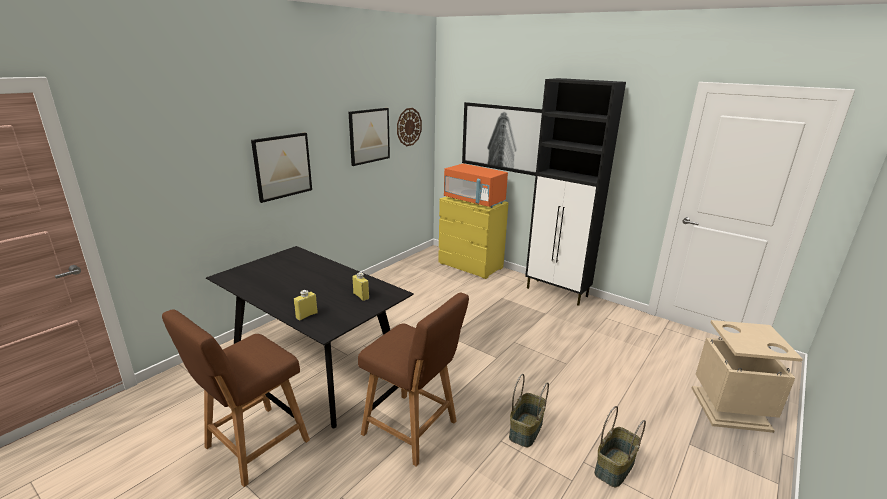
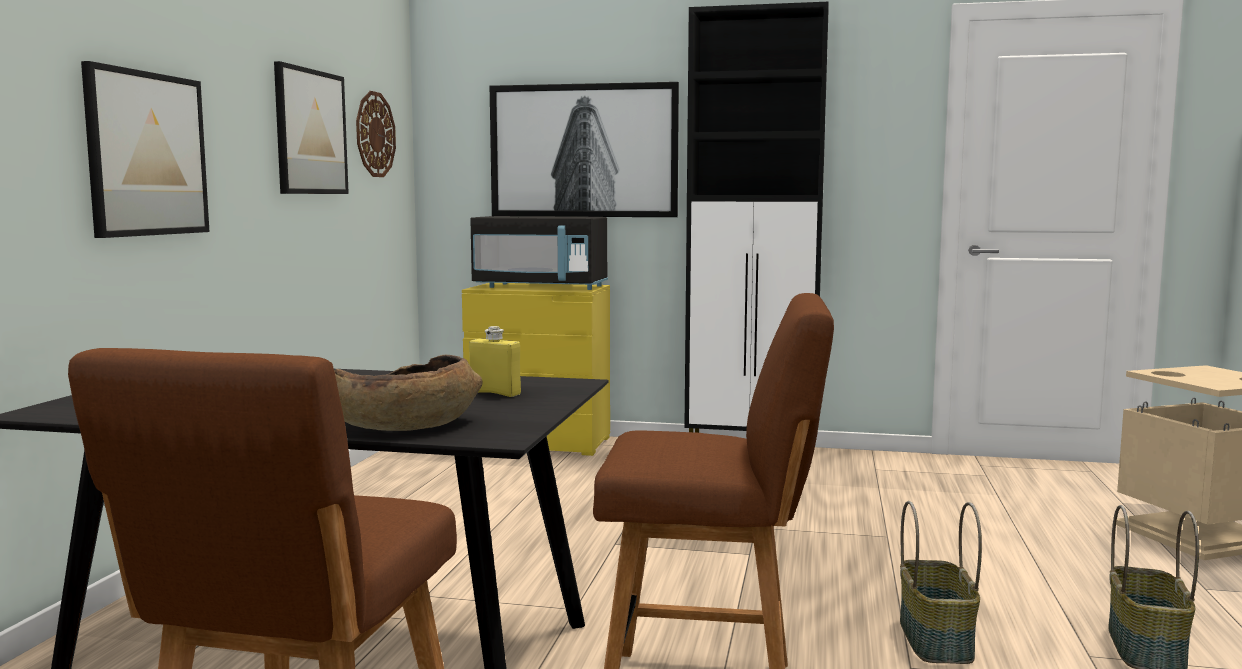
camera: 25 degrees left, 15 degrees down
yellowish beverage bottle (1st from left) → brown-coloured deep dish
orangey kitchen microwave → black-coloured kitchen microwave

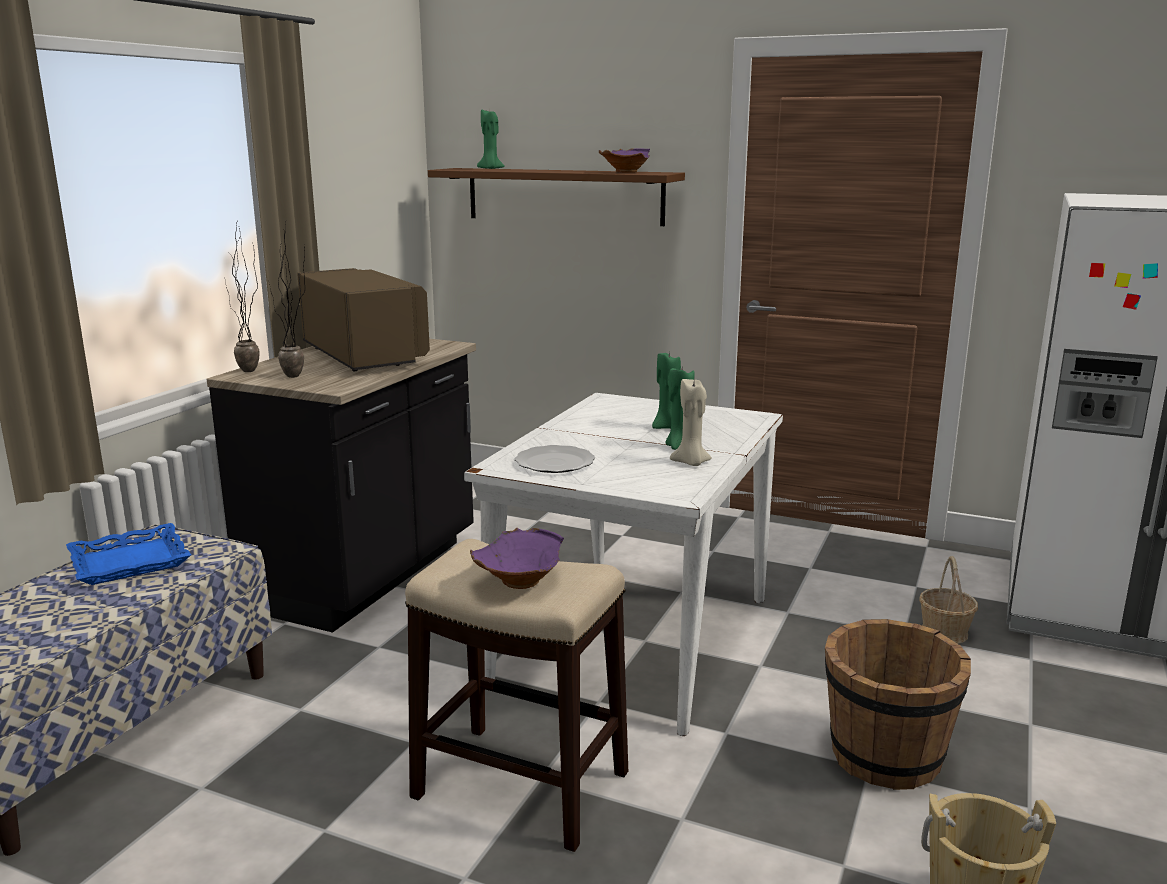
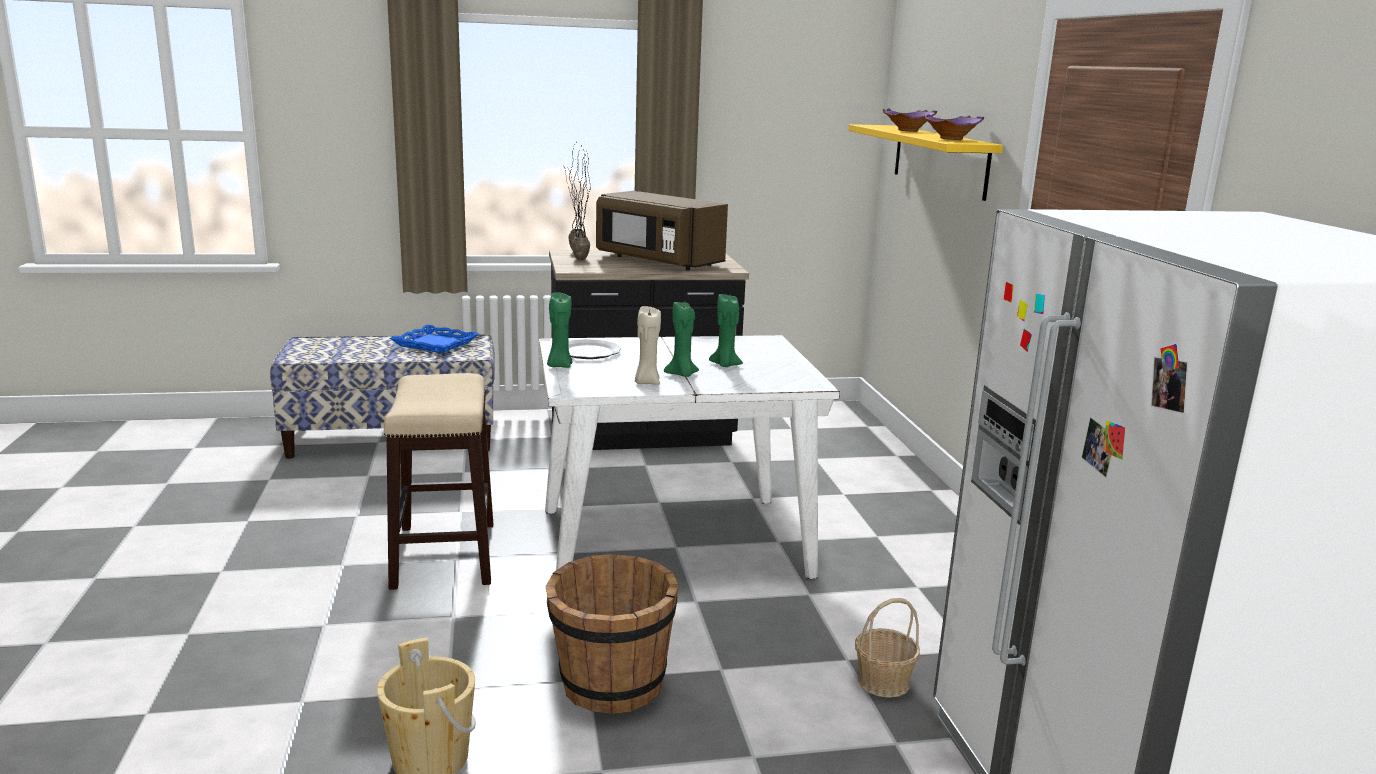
camera: 55 degrees right, 0 degrees up
purple deep dish (1st from left), move
green wax light (1st from left), move
brown-coloured wall shelf → yellowish wall shelf
brown-coloured kitchen microwave, 105 degrees clockwise

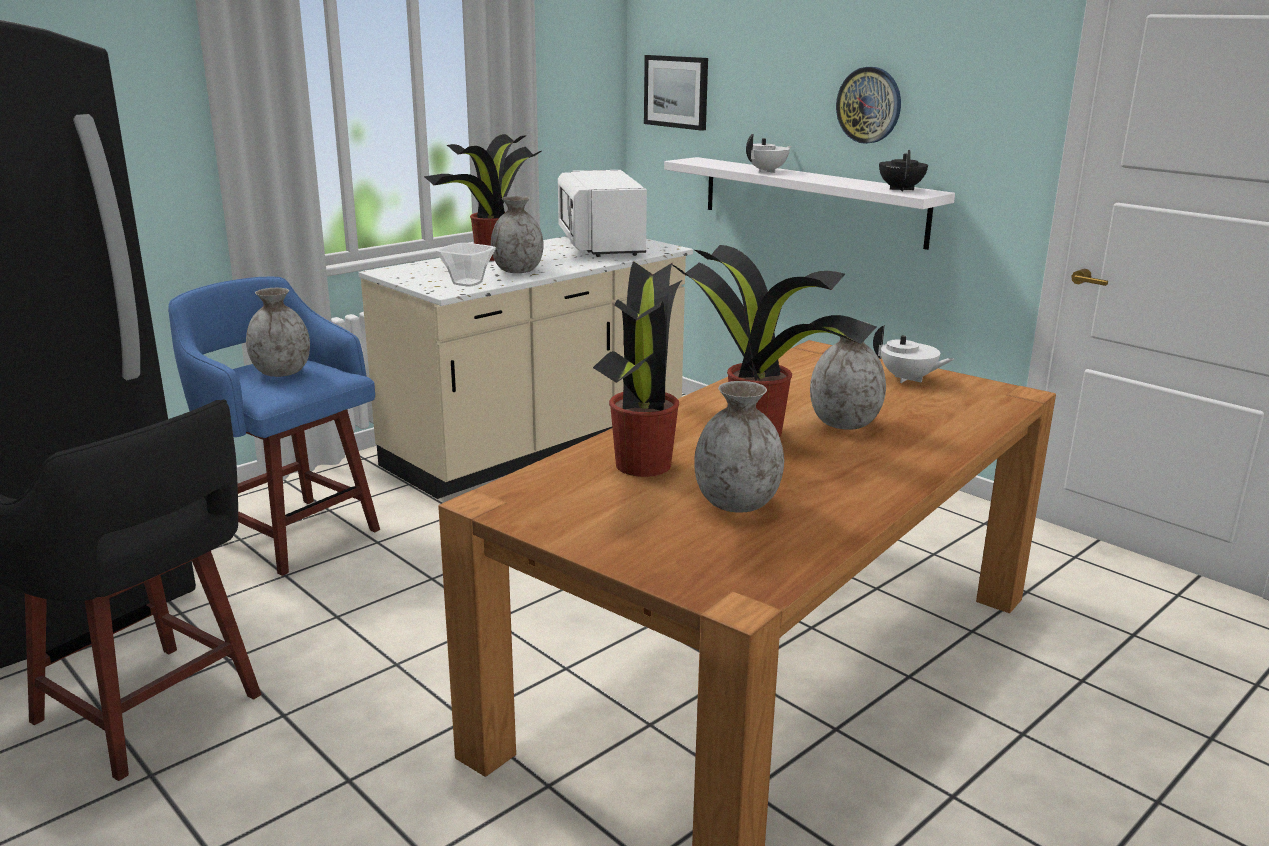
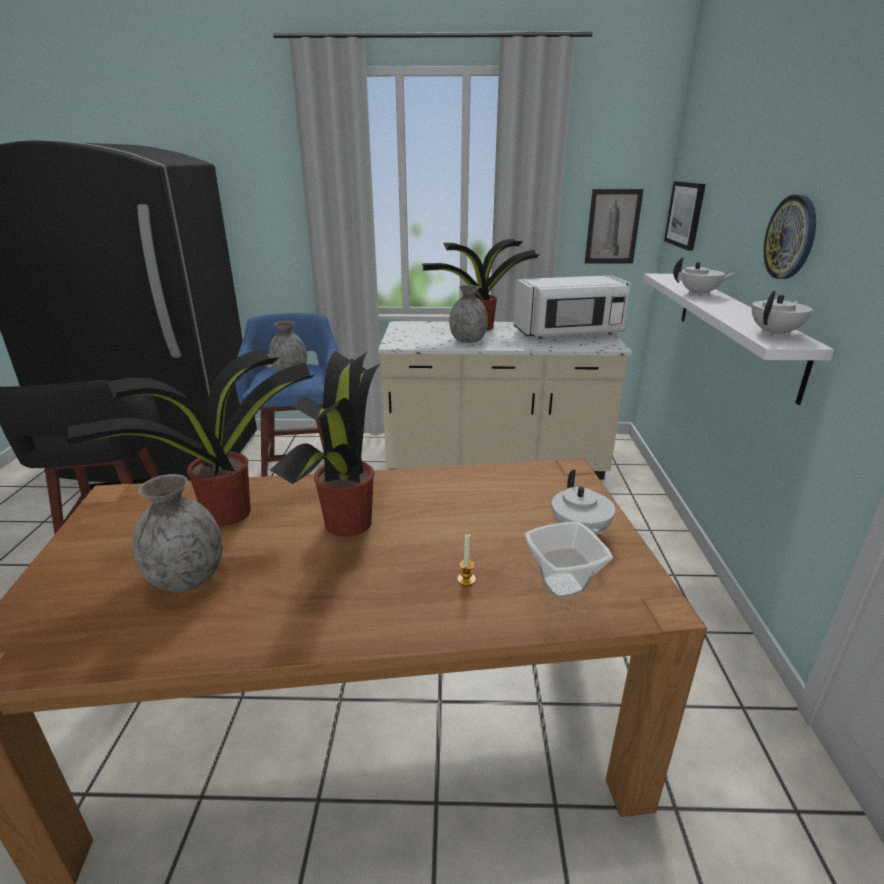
camera: 45 degrees right, 5 degrees up
grey flower vase (4th from left) → -
- → wax light
- → wall art (1st from left)
deep dish, move
black-coloured tea pot → white tea pot (3rd from left)
white kitchen microwave, 135 degrees counterclockwise

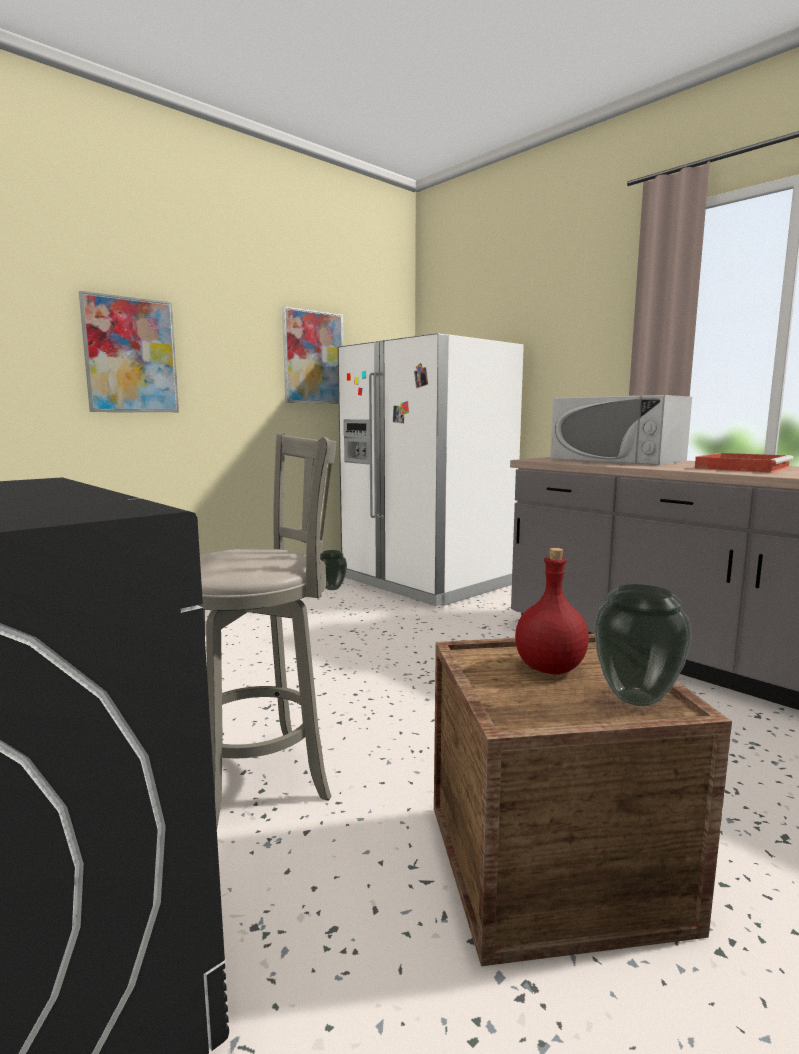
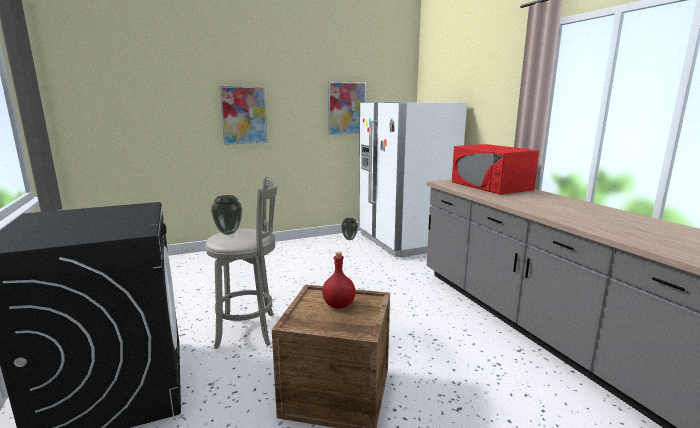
camera: 20 degrees right, 5 degrees up
red-coloured tray → -
flower vase (2nd from left in the first image) → flower vase (1st from left), move
white kitchen microwave → red-coloured kitchen microwave

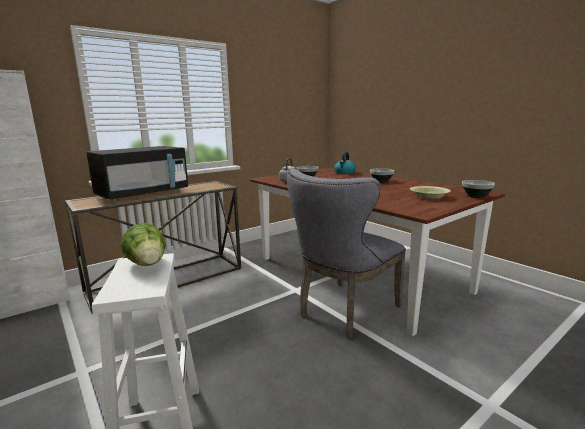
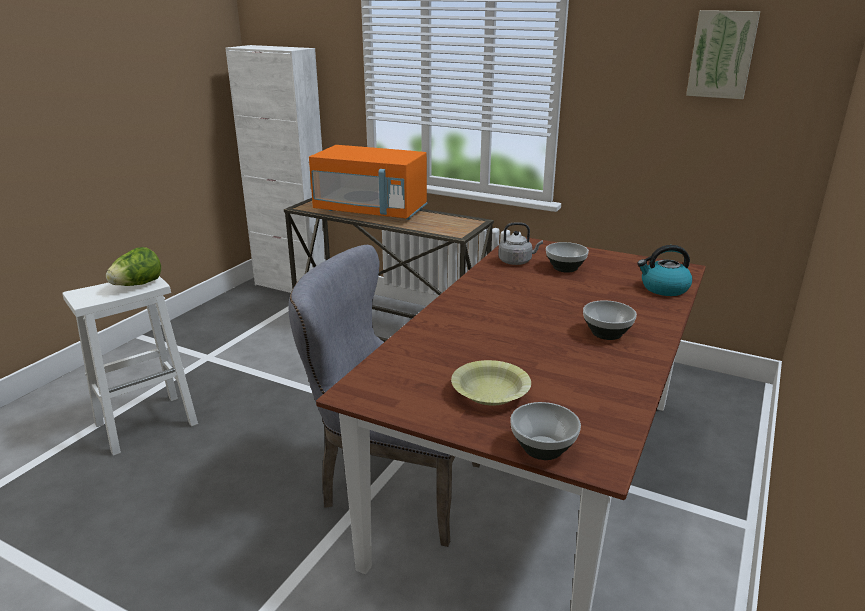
camera: 65 degrees right, 10 degrees up
- → wall art
black-coloured kitchen microwave → orangey kitchen microwave

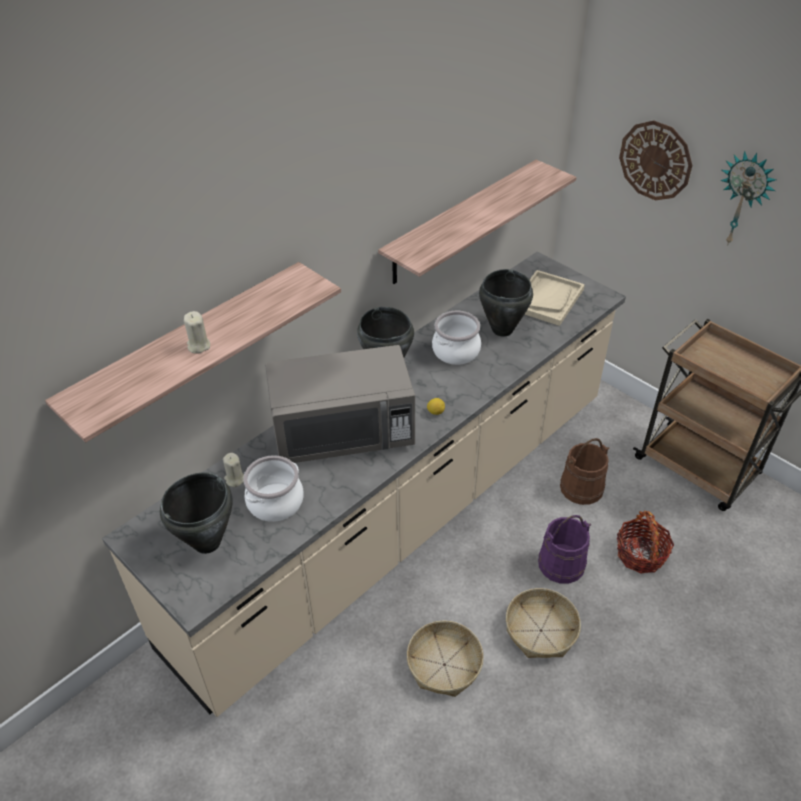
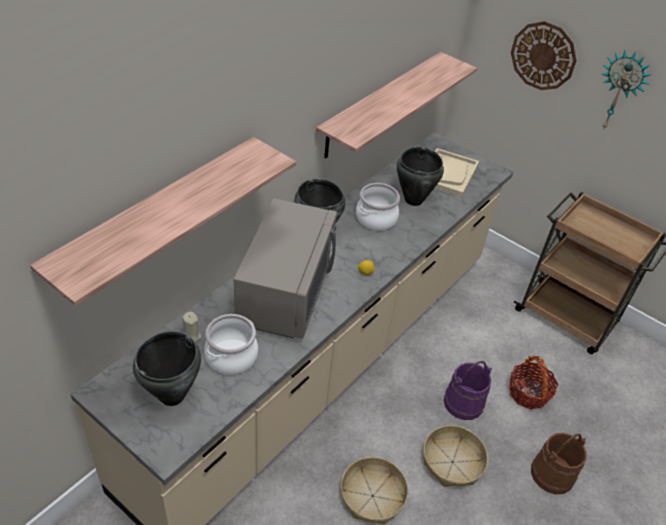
camera: 10 degrees left, 0 degrees up
beige wax light (1st from left) → -
brown-coloured water bucket, move
grey kitchen microwave, 60 degrees counterclockwise

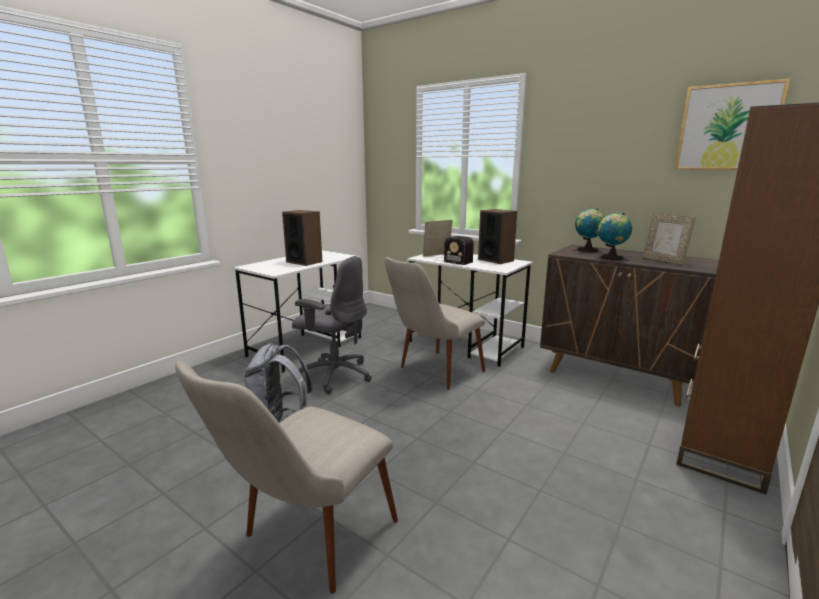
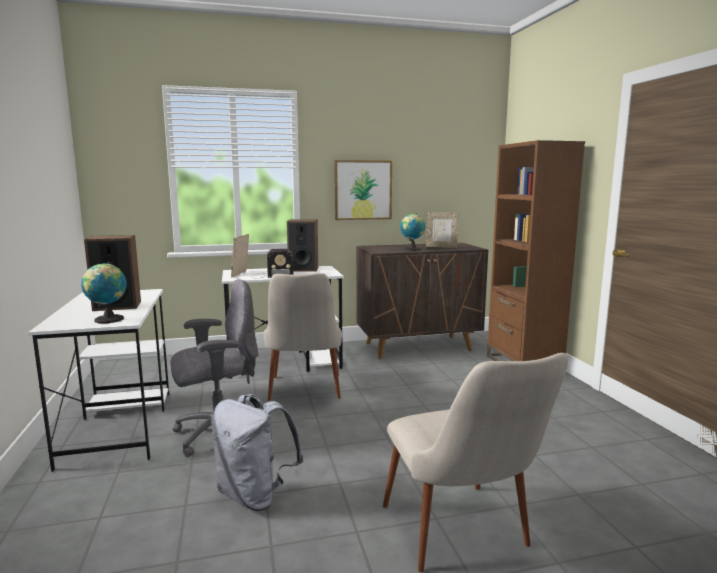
camera: 50 degrees left, 5 degrees down
desk globe (1st from left), move
wall art, move

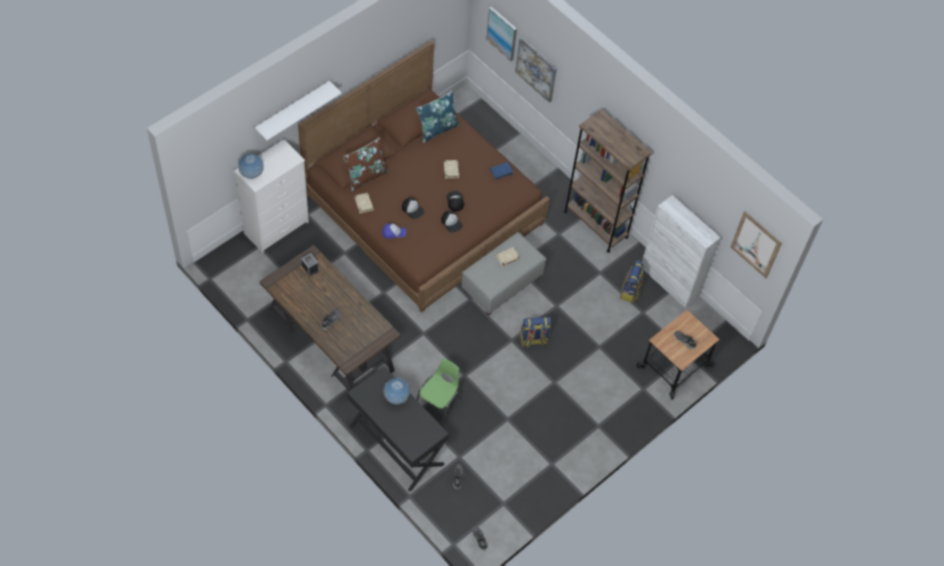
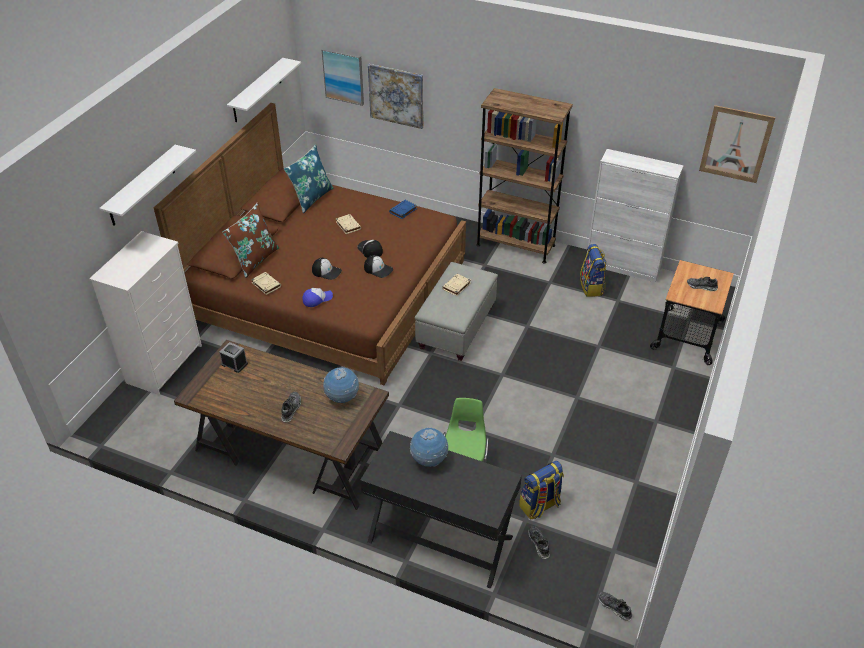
camera: 20 degrees left, 15 degrees down
- → white wall shelf (2nd from left)
desk globe (1st from left), move
rucksack (1st from left), move

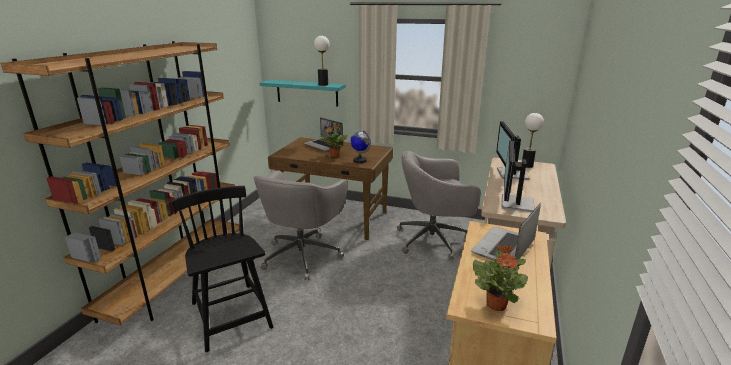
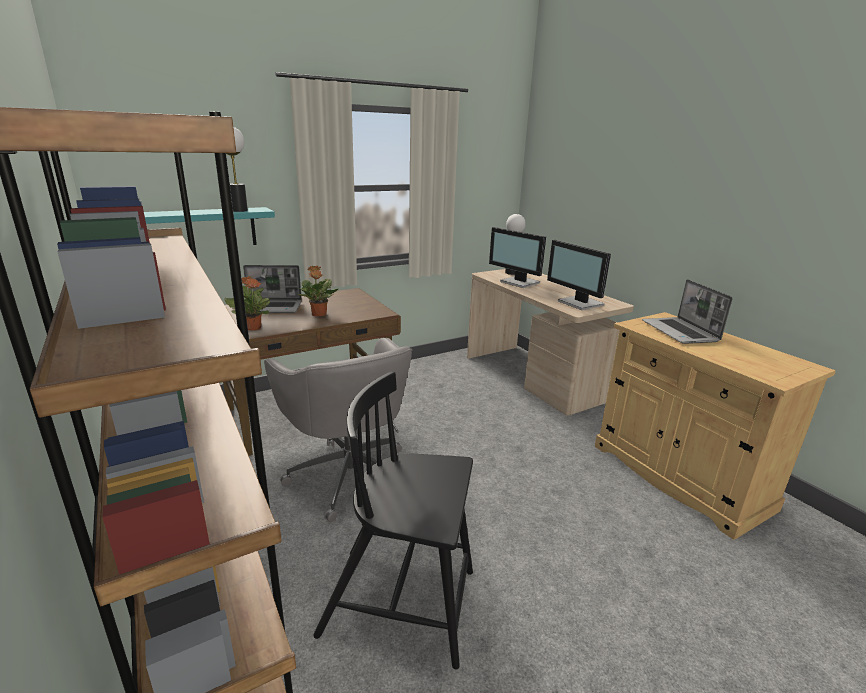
camera: 50 degrees left, 0 degrees up
desk globe → -
grey computer chair (2nd from left) → -
houseplant (2nd from left in the first image) → houseplant (1st from left), move

